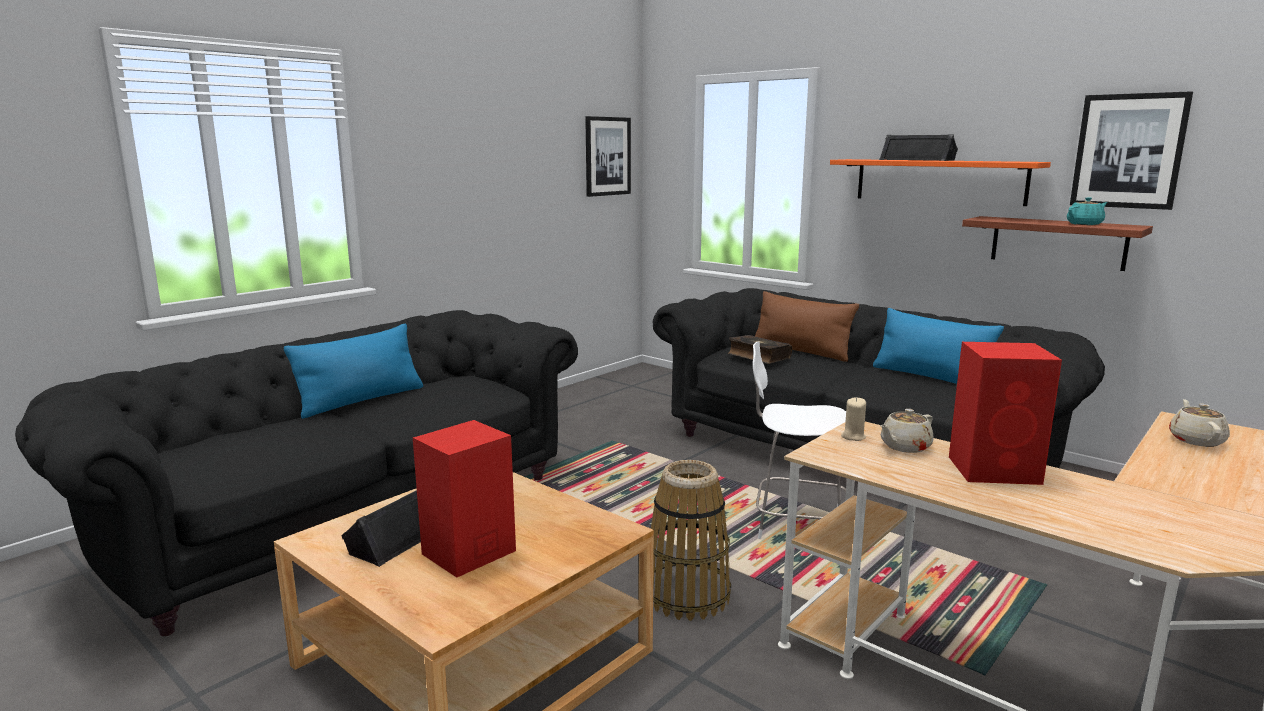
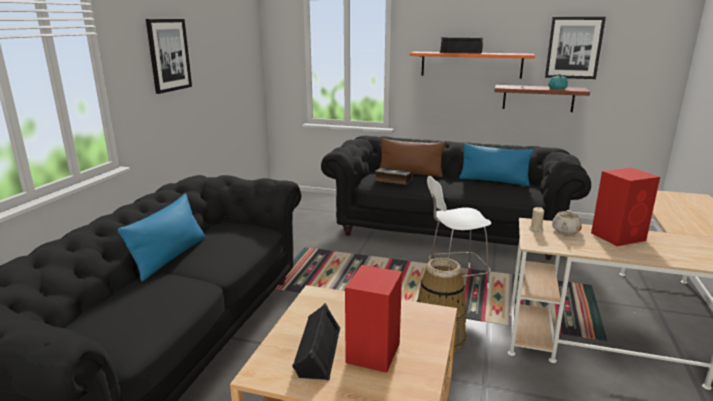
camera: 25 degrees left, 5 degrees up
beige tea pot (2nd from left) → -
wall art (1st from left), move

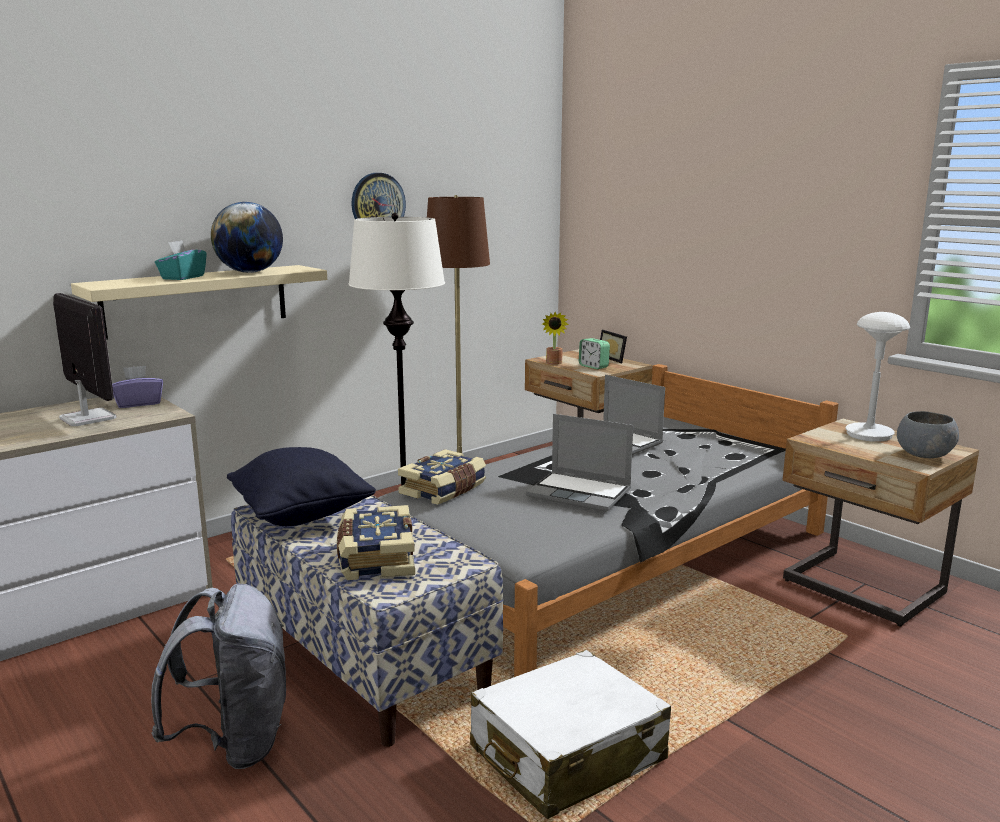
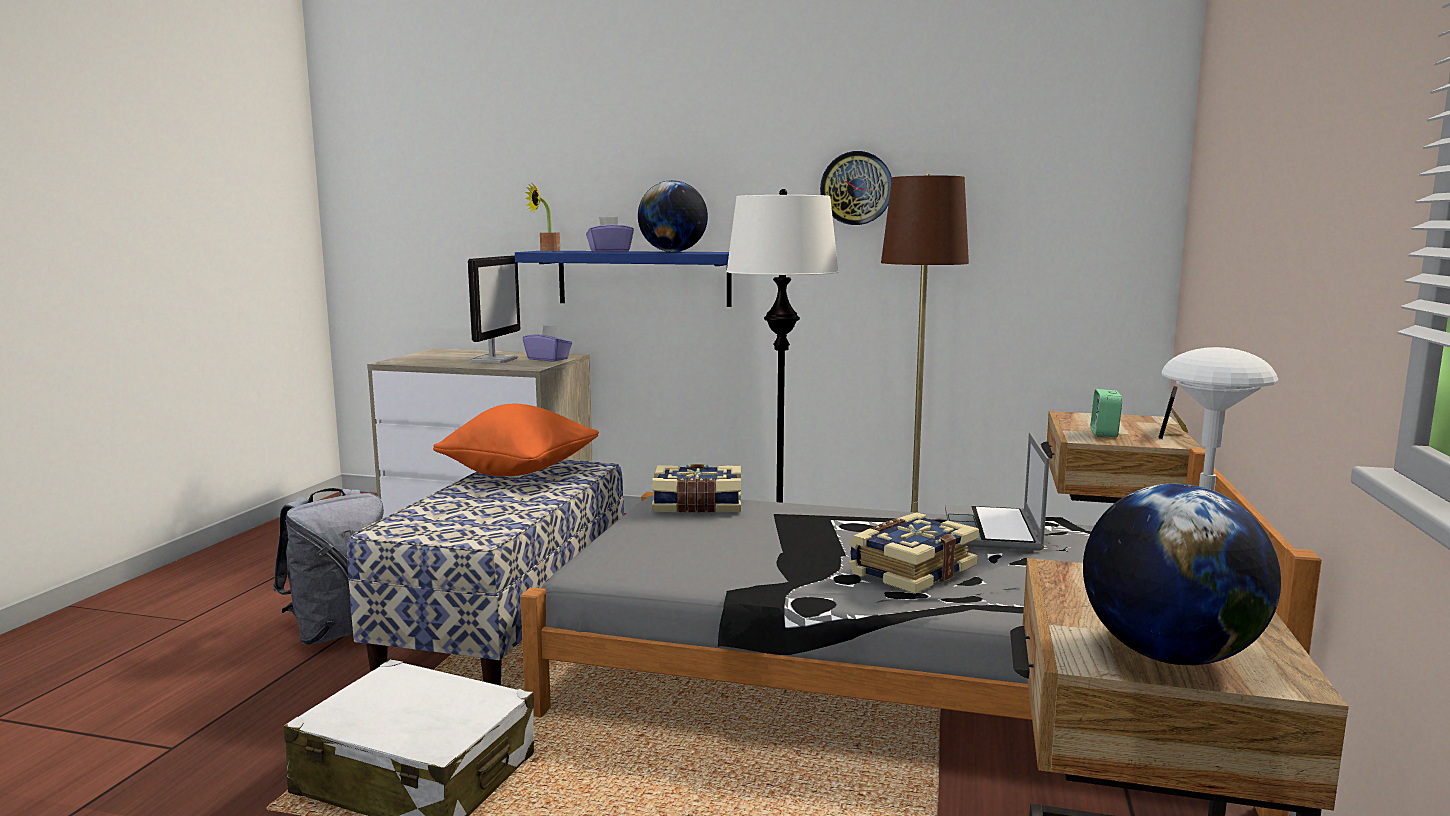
camera: 55 degrees right, 5 degrees down
laptop (1st from left) → -
book (1st from left in the first image) → book (2nd from left), move
houseplant, move
grey deep dish → desk globe (2nd from left)
beige wall shelf → blue wall shelf
turquoise tissue box → purple tissue box (2nd from left)
black-coloured pillow → orangey pillow

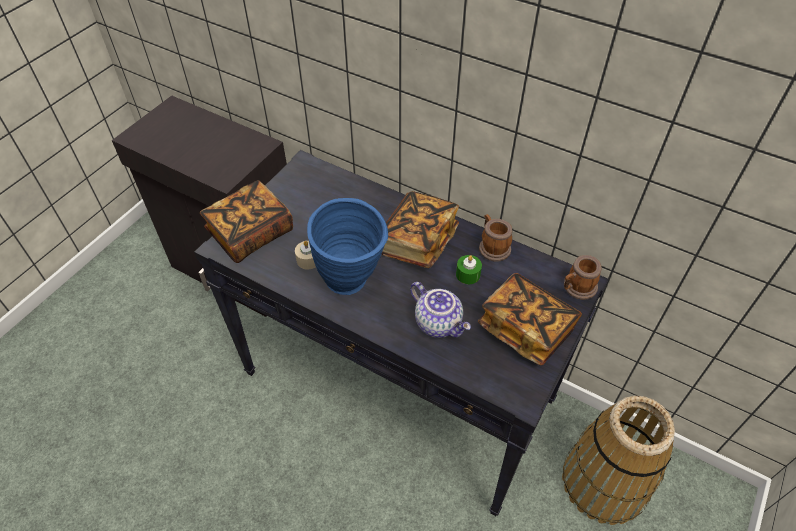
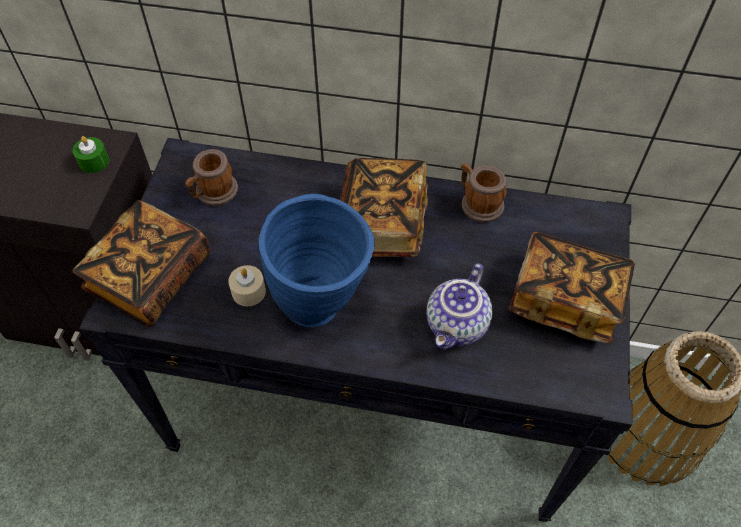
camera: 20 degrees left, 5 degrees up
green wax light, move
tea mug (2nd from left in the first image) → tea mug (1st from left), move
tea pot, 90 degrees clockwise

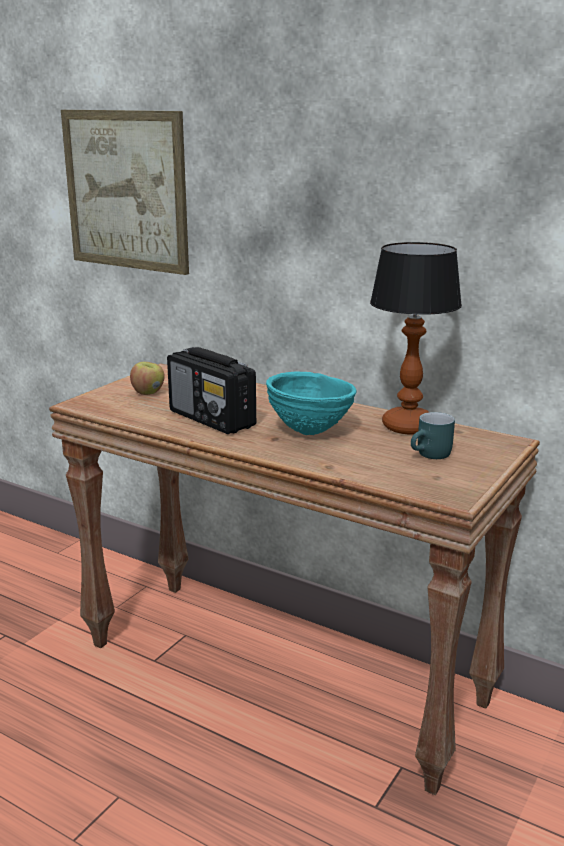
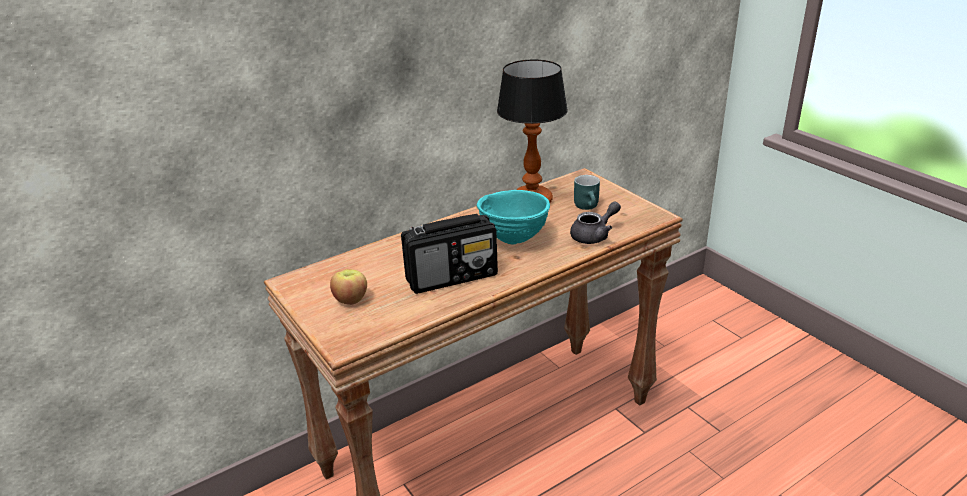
camera: 65 degrees left, 10 degrees up
wall art → -
- → grey tea pot

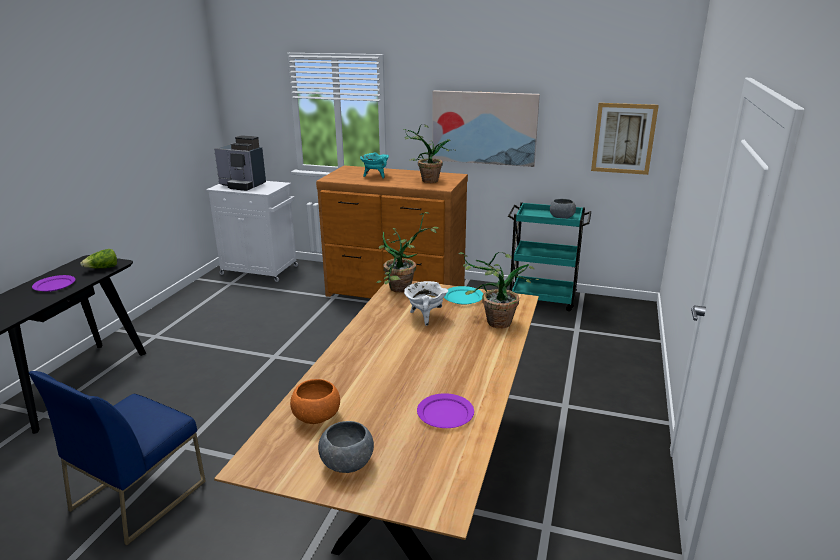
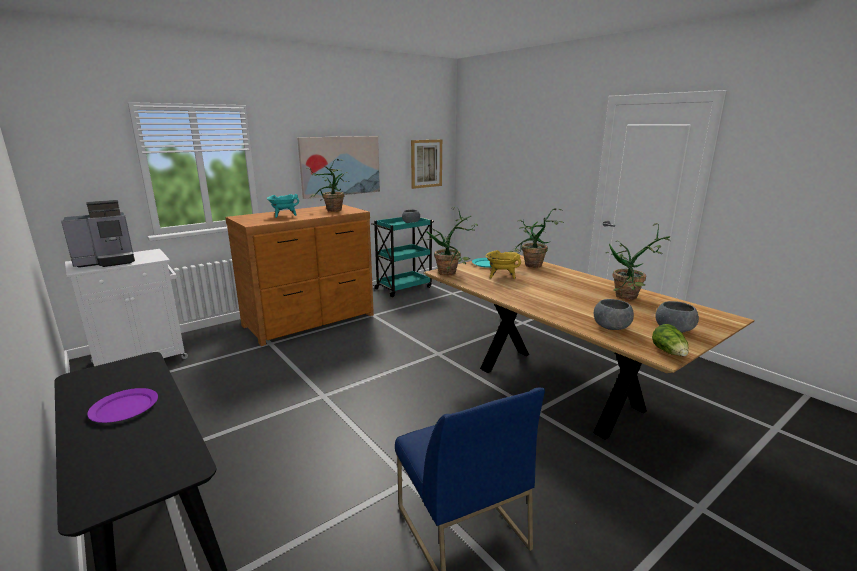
camera: 55 degrees left, 5 degrees down
lettuce head, move
purple dinner plate (2nd from left) → houseplant (4th from left)
orangey deep dish → grey deep dish (2nd from left)
white saucepot → yellowish saucepot

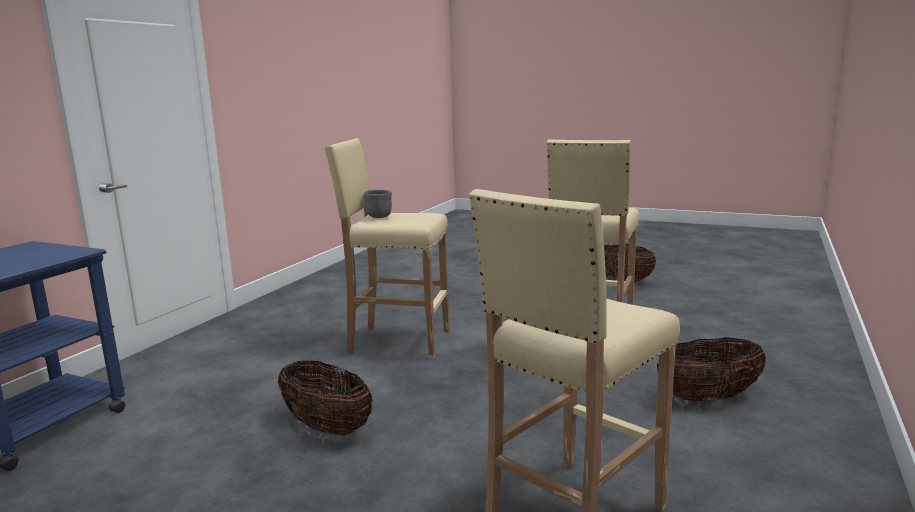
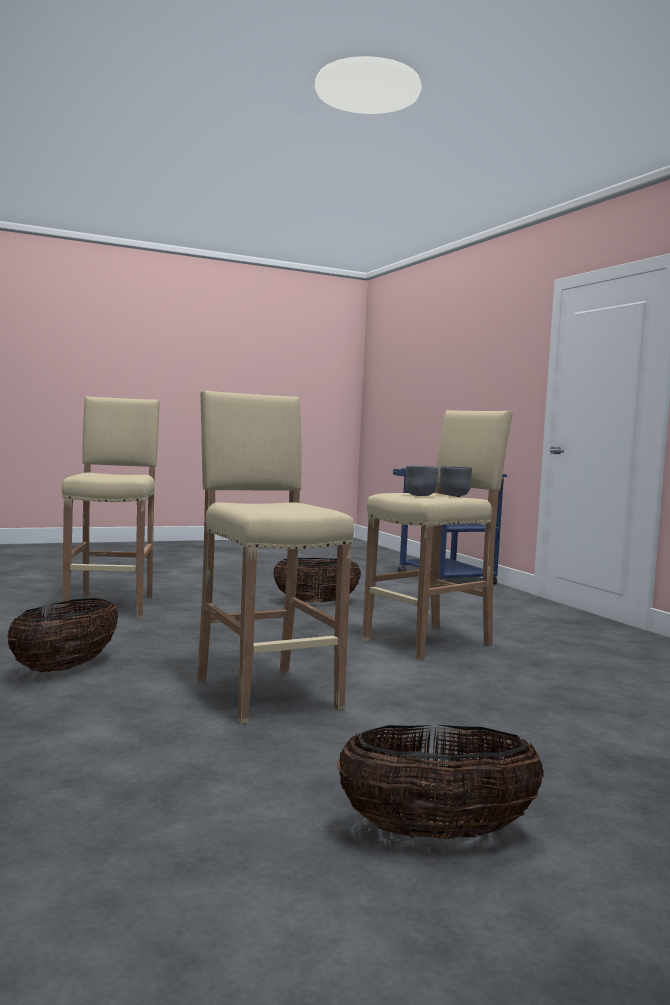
camera: 130 degrees right, 10 degrees down
- → grey deep dish (1st from left)

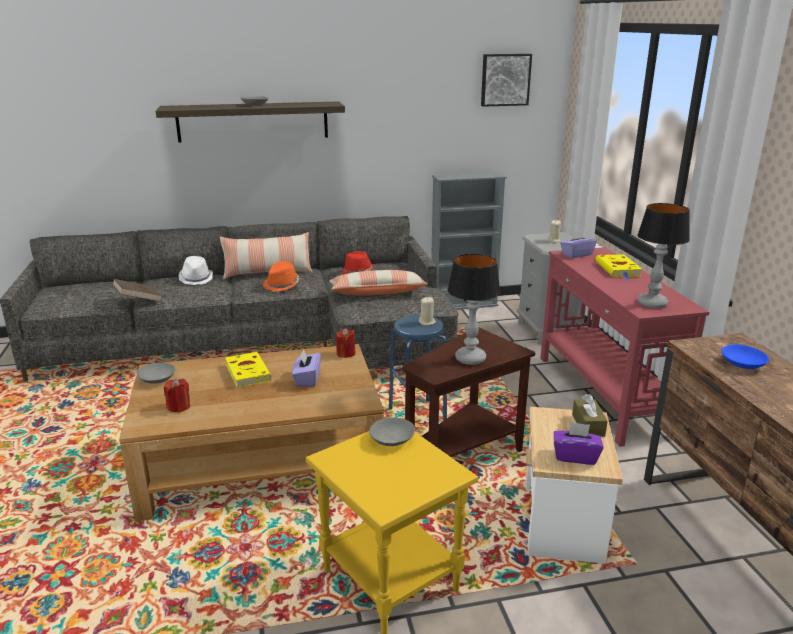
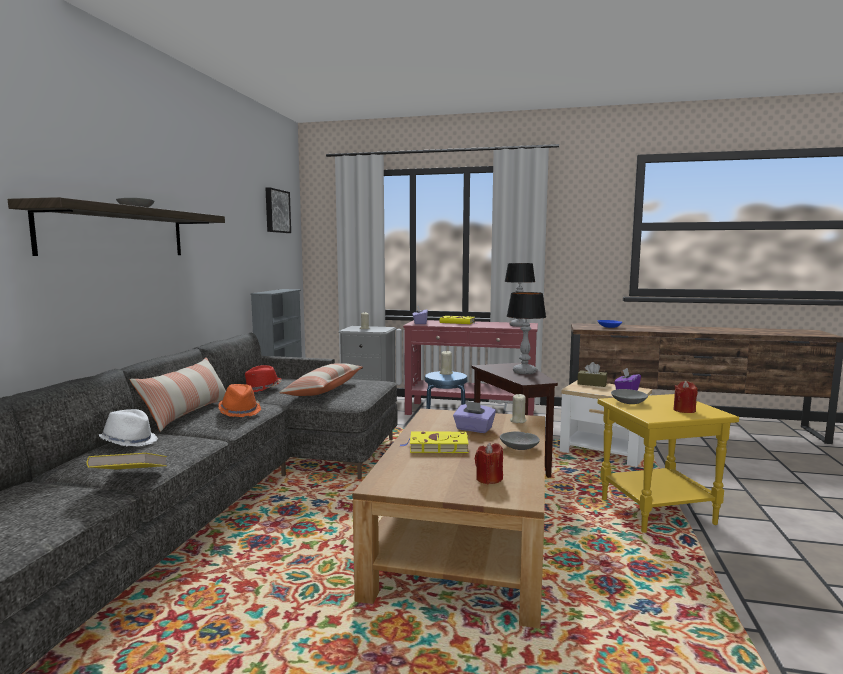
camera: 65 degrees left, 15 degrees down
- → beige wax light (3rd from left)
grey deep dish (1st from left in the first image) → grey deep dish (2nd from left), move
red-coloured wax light (2nd from left), move
brown-coloured book → yellowish book (1st from left)

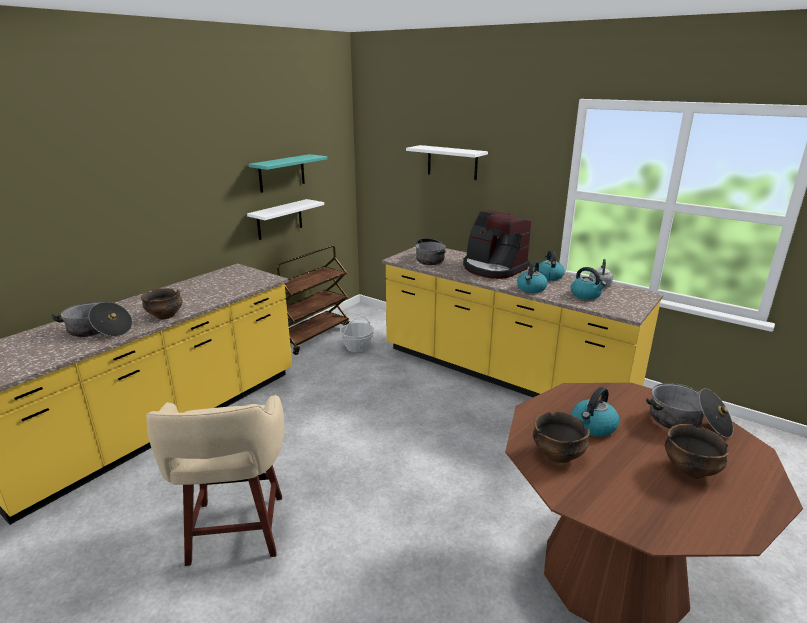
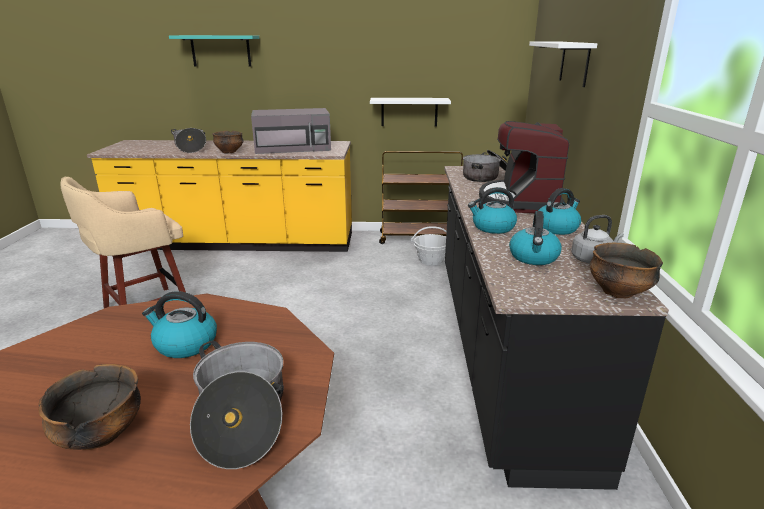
camera: 55 degrees right, 0 degrees up
- → grey kitchen microwave
turquoise wall shelf, move
deep dish (2nd from left in the first image) → deep dish (3rd from left), move
yellowish kitchen counter (2nd from left) → black-coloured kitchen counter

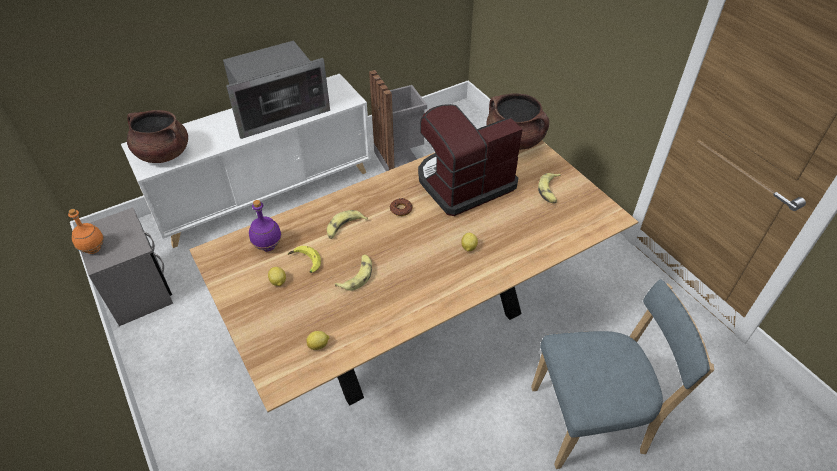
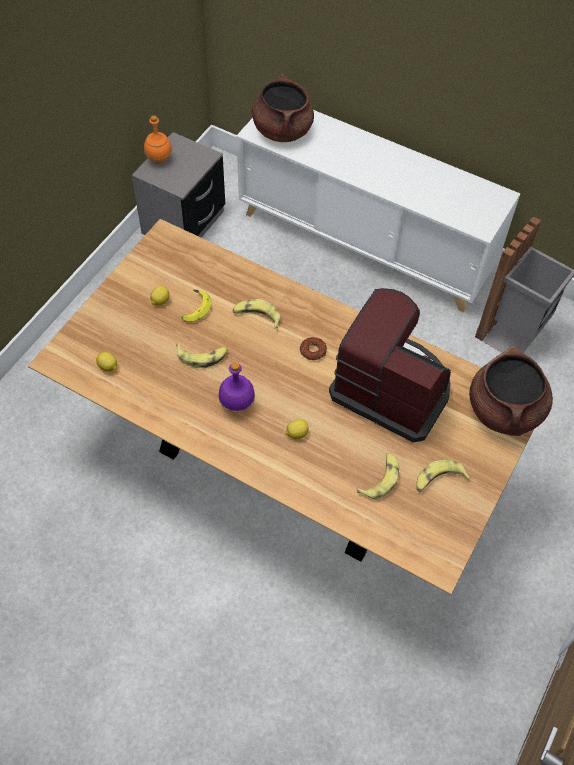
camera: 60 degrees right, 10 degrees up
kitchen microwave → -
blue plain chair → -
- → whole banana (4th from left)
purple beverage bottle, move

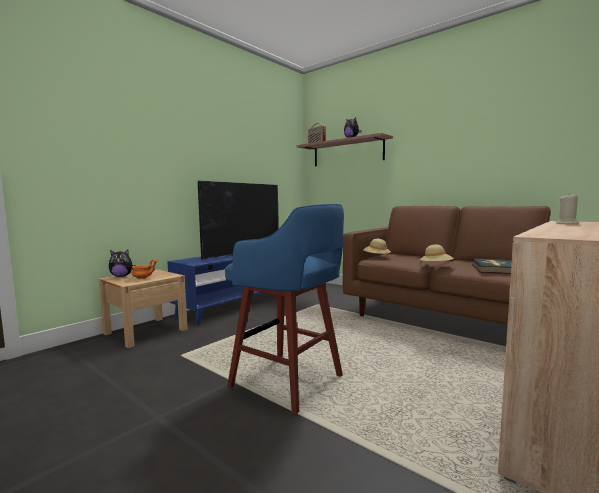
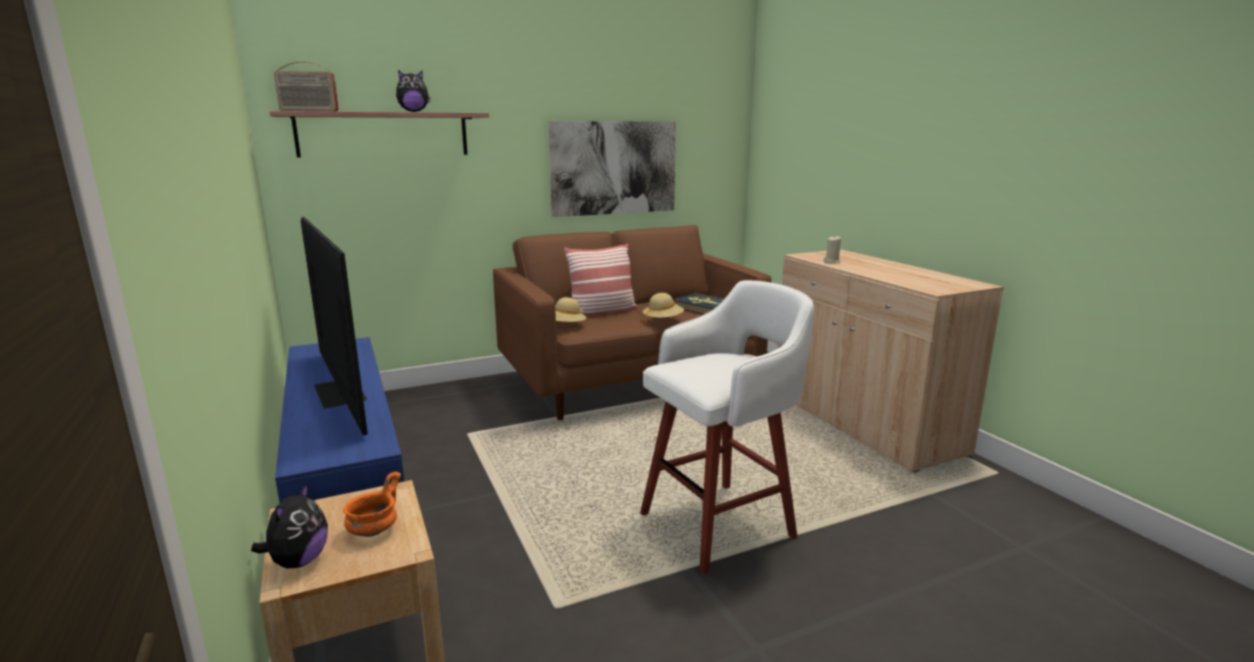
camera: 65 degrees left, 10 degrees up
- → wall art
- → pillow
blue stool → white stool

